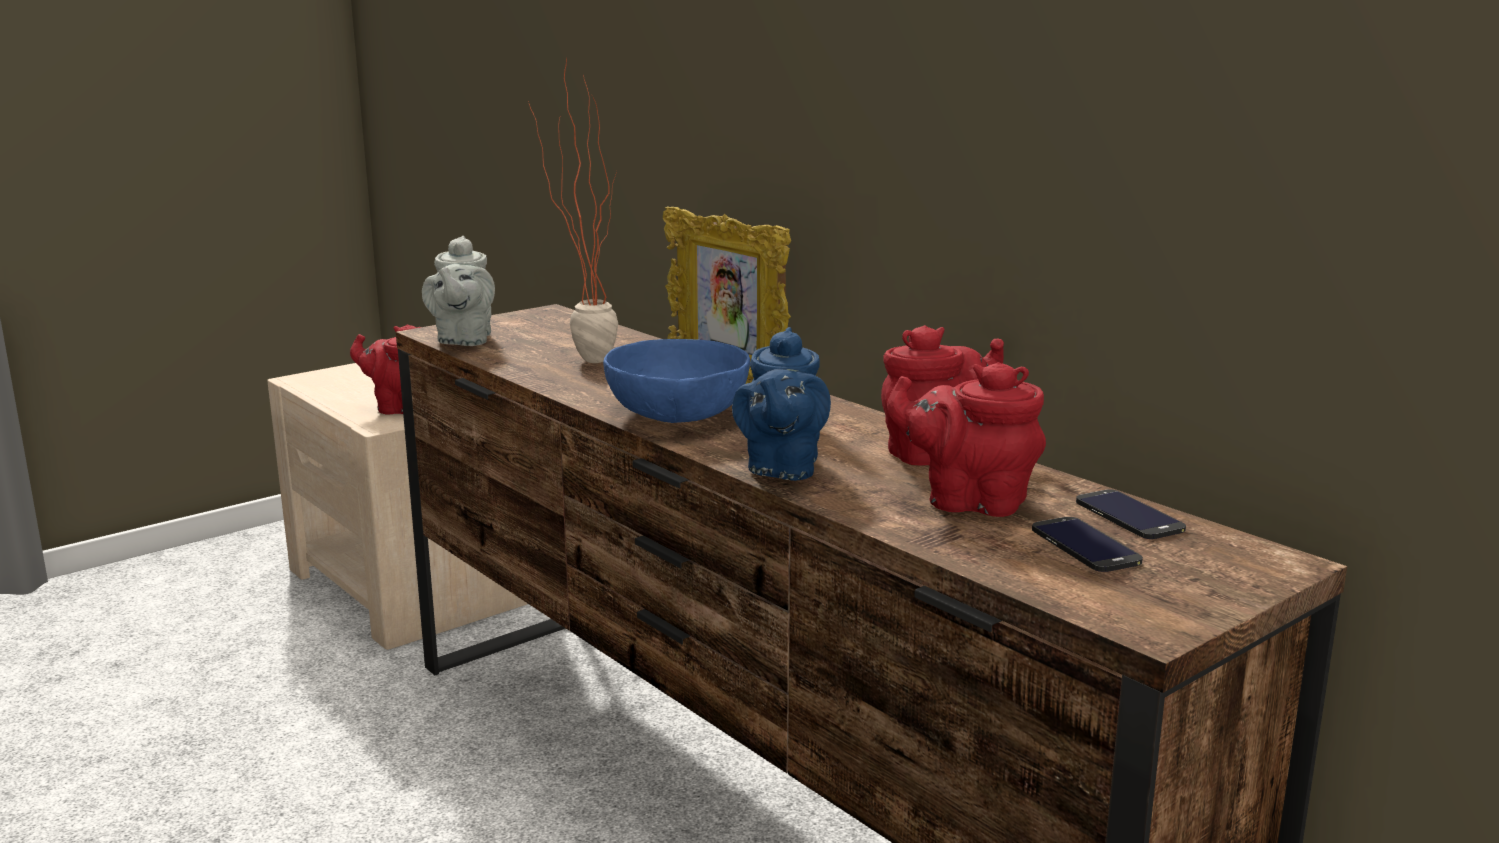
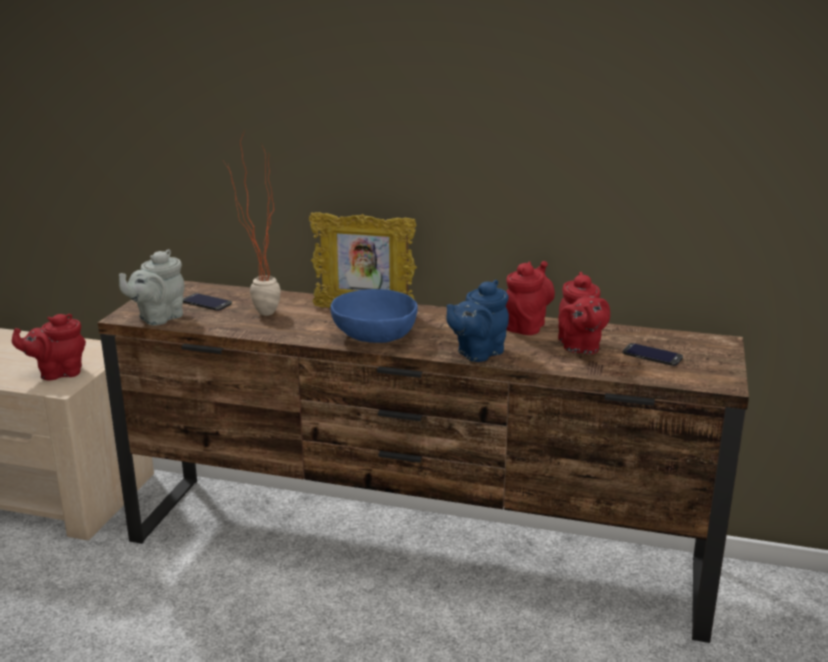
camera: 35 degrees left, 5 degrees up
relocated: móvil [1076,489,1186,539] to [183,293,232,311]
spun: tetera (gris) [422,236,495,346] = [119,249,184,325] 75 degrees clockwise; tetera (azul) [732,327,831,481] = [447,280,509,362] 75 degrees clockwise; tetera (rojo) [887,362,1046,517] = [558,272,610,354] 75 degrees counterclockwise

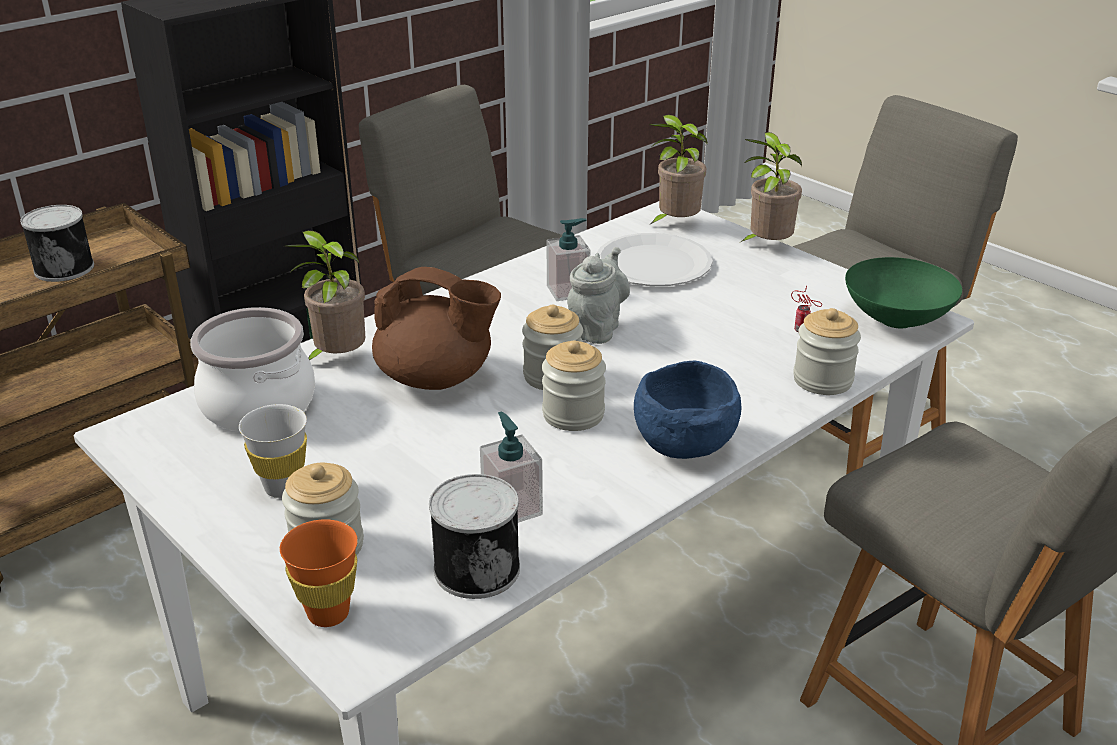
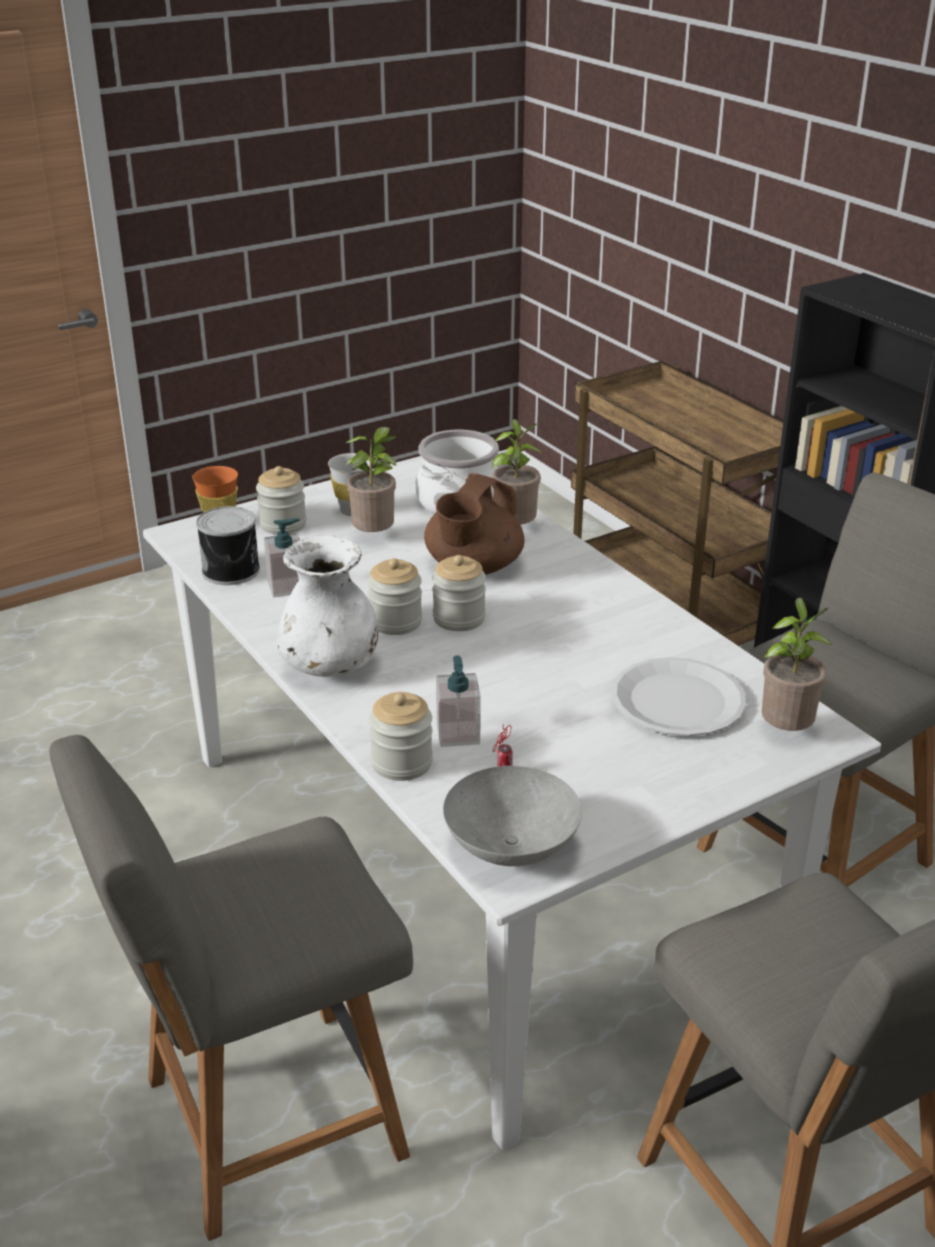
camera: 100 degrees right, 0 degrees up
missing: lata [20,205,94,282]; tetera (gris) [567,247,630,344]
relocated: planta en maceta [741,132,802,242] to [345,427,398,532]; dispensador de jabón [547,218,590,301] to [436,655,481,747]
exchanged: cuenco (azul) [634,360,742,459] to florero (blanco) [276,535,378,677]
colour: cuenco (verde) [845,257,962,328] to cuenco (gris) [443,766,582,866]

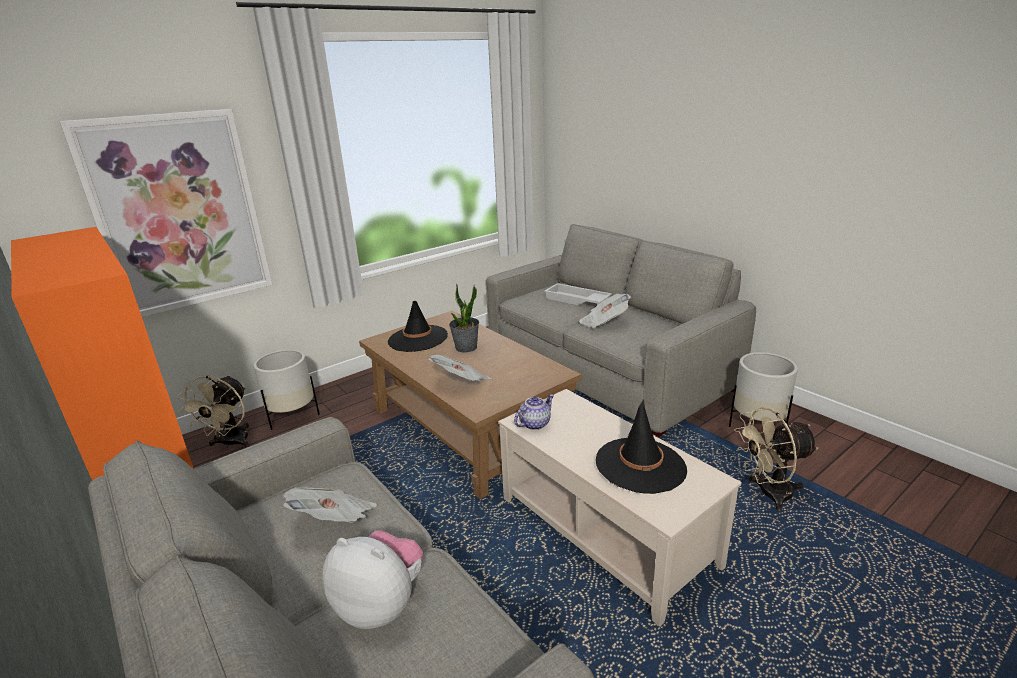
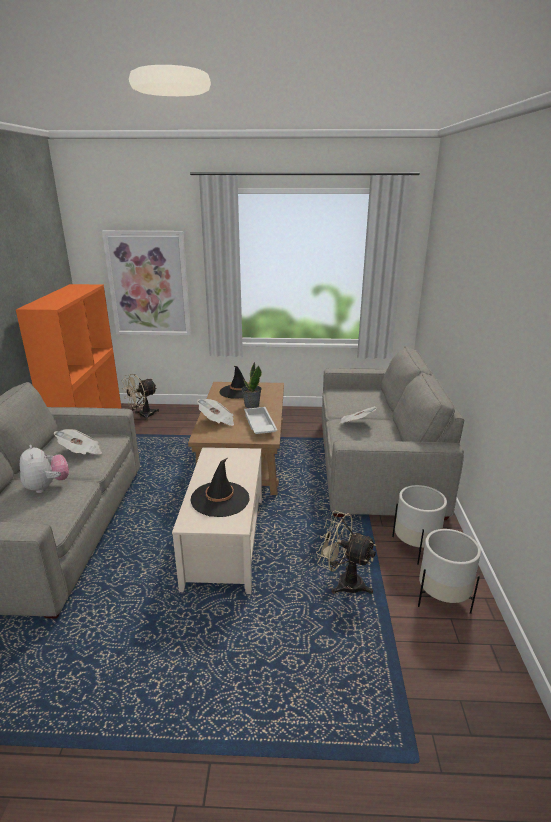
camera: 40 degrees right, 0 degrees up
missing: tetera [514,394,554,430]
relocated: bandeja (blanco) [544,283,612,305] to [244,407,278,434]; maceta (blanco) [253,349,320,430] to [418,529,481,614]

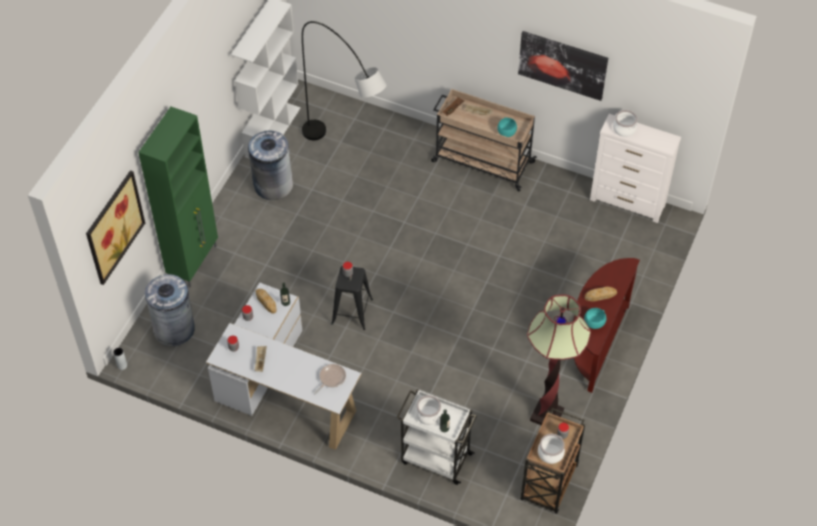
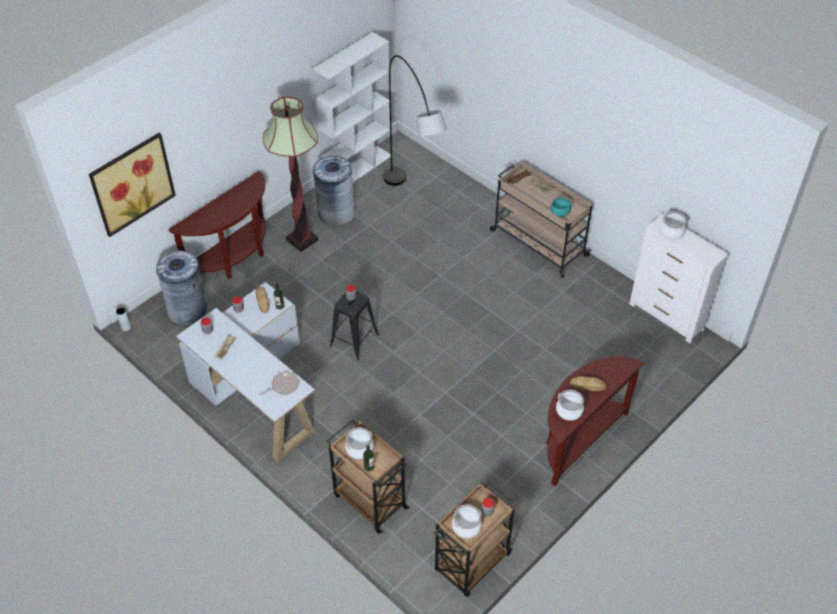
camera: 20 degrees right, 5 degrees down
missing: cuadro [518,31,608,101]
relocated: lámpara de pie [527,294,591,425] to [263,96,318,252]
exchanged: armario (verde) [138,107,218,287] to mesa consola (marrón) [168,171,266,279]; cuenco (turquesa) [584,308,606,329] to olla [556,390,584,420]
colour: carrito (blanco) [397,389,477,485] to carrito (marrón) [327,419,409,534]

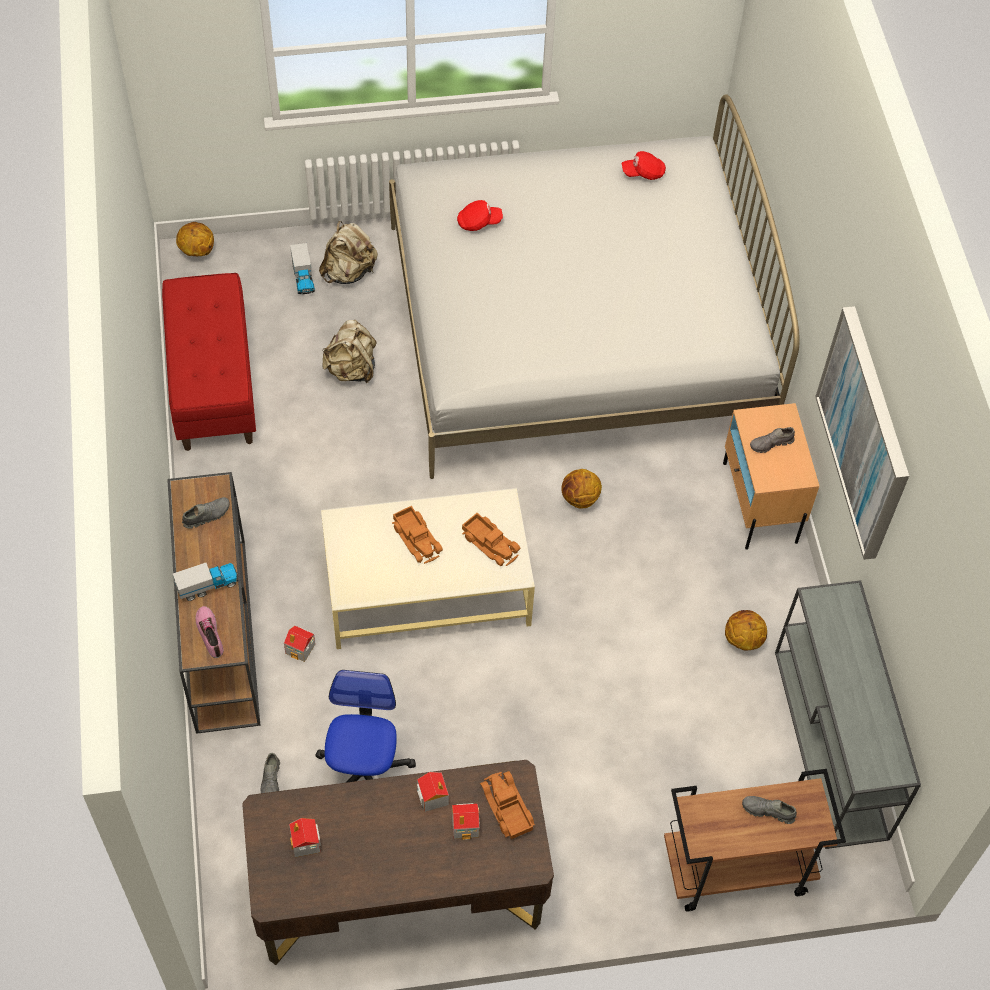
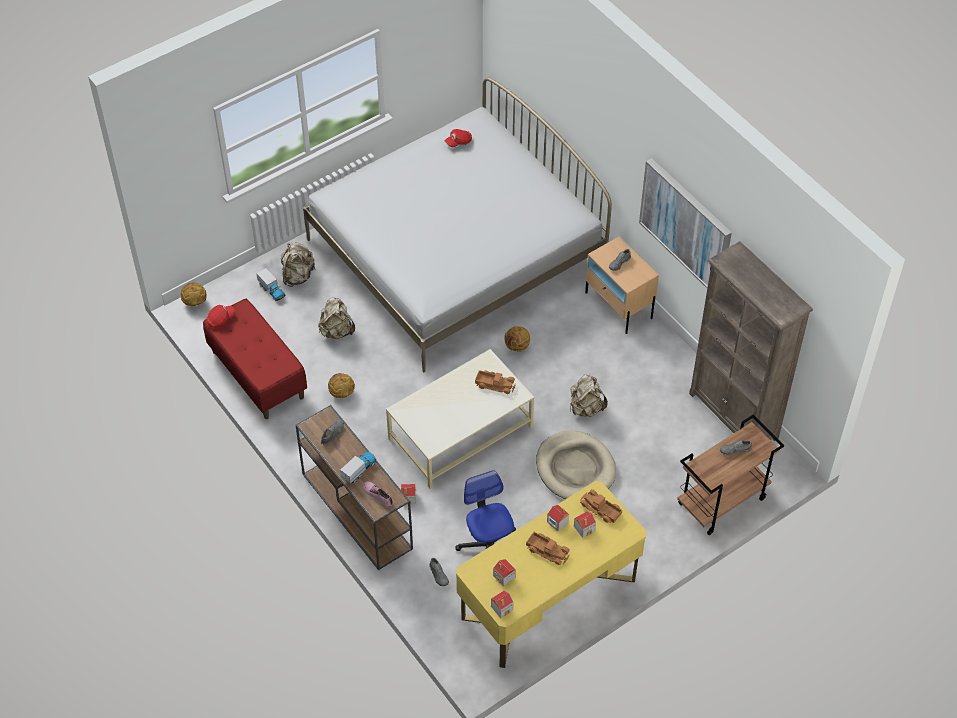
camera: 25 degrees left, 5 degrees down
appeared: casita [491,591,513,618]; cama para perro (beis) [536,431,616,499]; mochila (beis) [570,374,608,417]
relocated: gorra (rojo) [457,200,503,231] to [206,305,236,328]; balón de baloncesto [725,610,767,651] to [328,373,355,398]; camión de juguete [392,506,443,564] to [526,532,570,565]
exchanged: mesa consola (gris) [775,580,921,849] to estantería (marrón) [689,241,813,441]
colour: escritorio (marrón) [242,760,554,965] to escritorio (amarillo) [456,481,646,668]

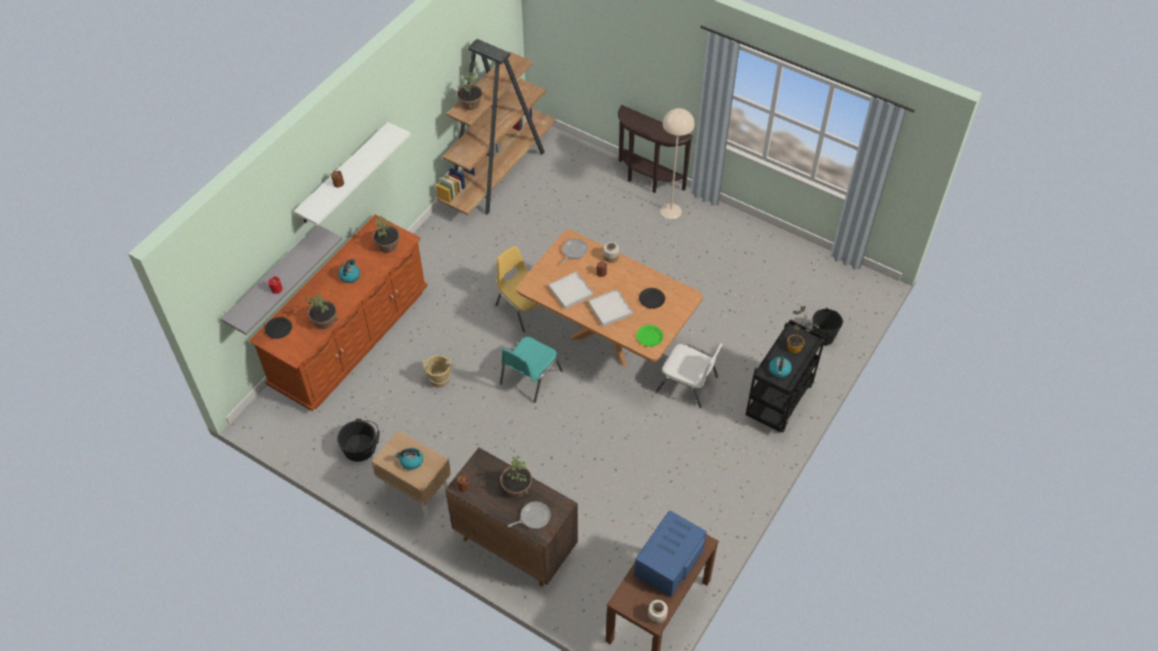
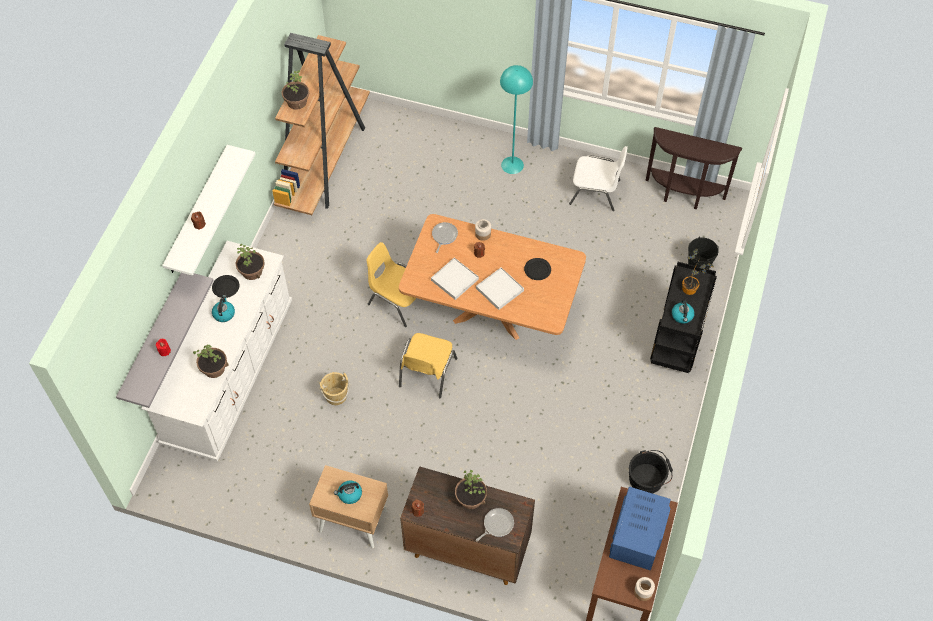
camera: 15 degrees left, 5 degrees up
missing: plato (verde) [636,325,663,347]
relocated: plato (negro) [265,317,292,339] to [212,275,240,298]; silla (blanco) [656,343,723,408] to [569,146,628,211]; cubo (negro) [337,419,380,462] to [629,450,673,493]; mesa consola (marrón) [618,105,693,193] to [646,127,742,209]
colour: cómoda (marrón) [249,215,427,411] to cómoda (blanco) [141,241,292,462]; silla (turquesa) [500,336,563,403] to silla (amarillo) [399,333,457,398]; lámpara de pie (beis) [660,108,695,219] to lámpara de pie (turquesa) [500,65,533,174]

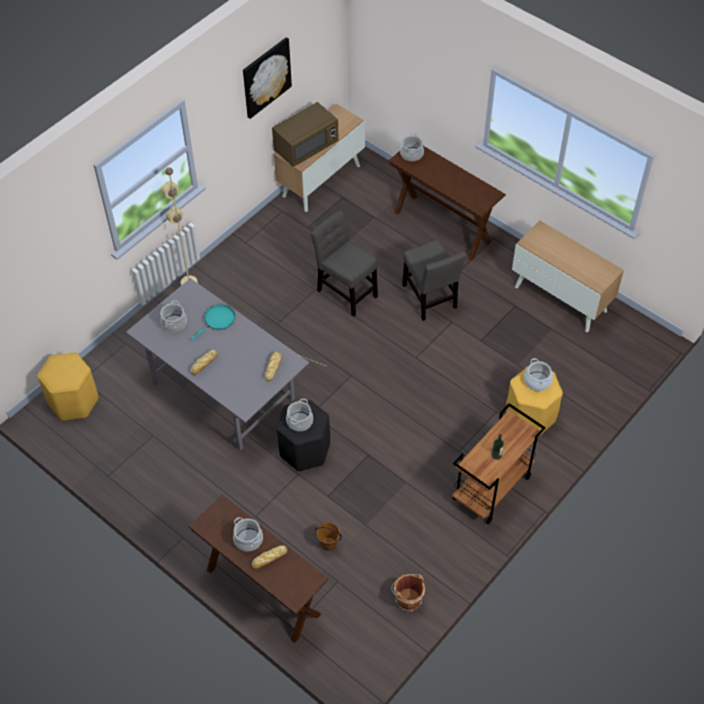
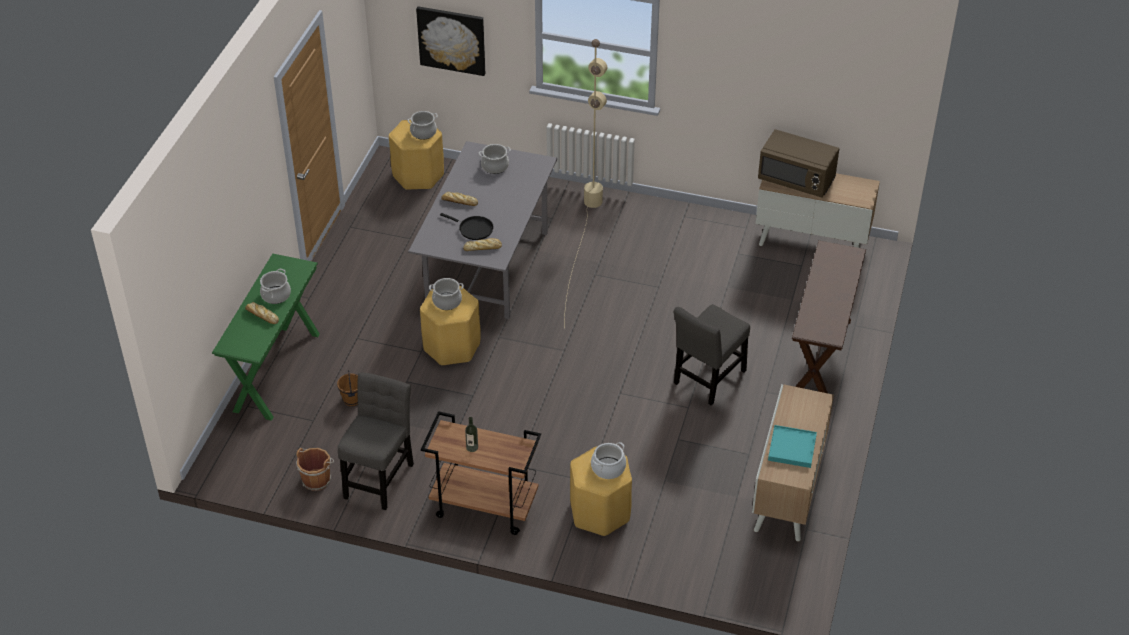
camera: 65 degrees right, 10 degrees down
missing: sartén (turquesa) [191,304,235,341]
appeared: sartén (negro) [440,213,493,240]; bandeja (turquesa) [768,425,817,468]
relocated: silla (gris) [311,210,378,317] to [338,372,414,510]; olla [400,133,424,162] to [407,111,438,140]; cuadro [243,37,292,119] to [416,6,485,76]
colour: mesa consola (marrón) [188,495,329,643] to mesa consola (verde) [212,254,320,421]; taburete (negro) [277,400,330,471] to taburete (amarillo) [420,286,481,365]

